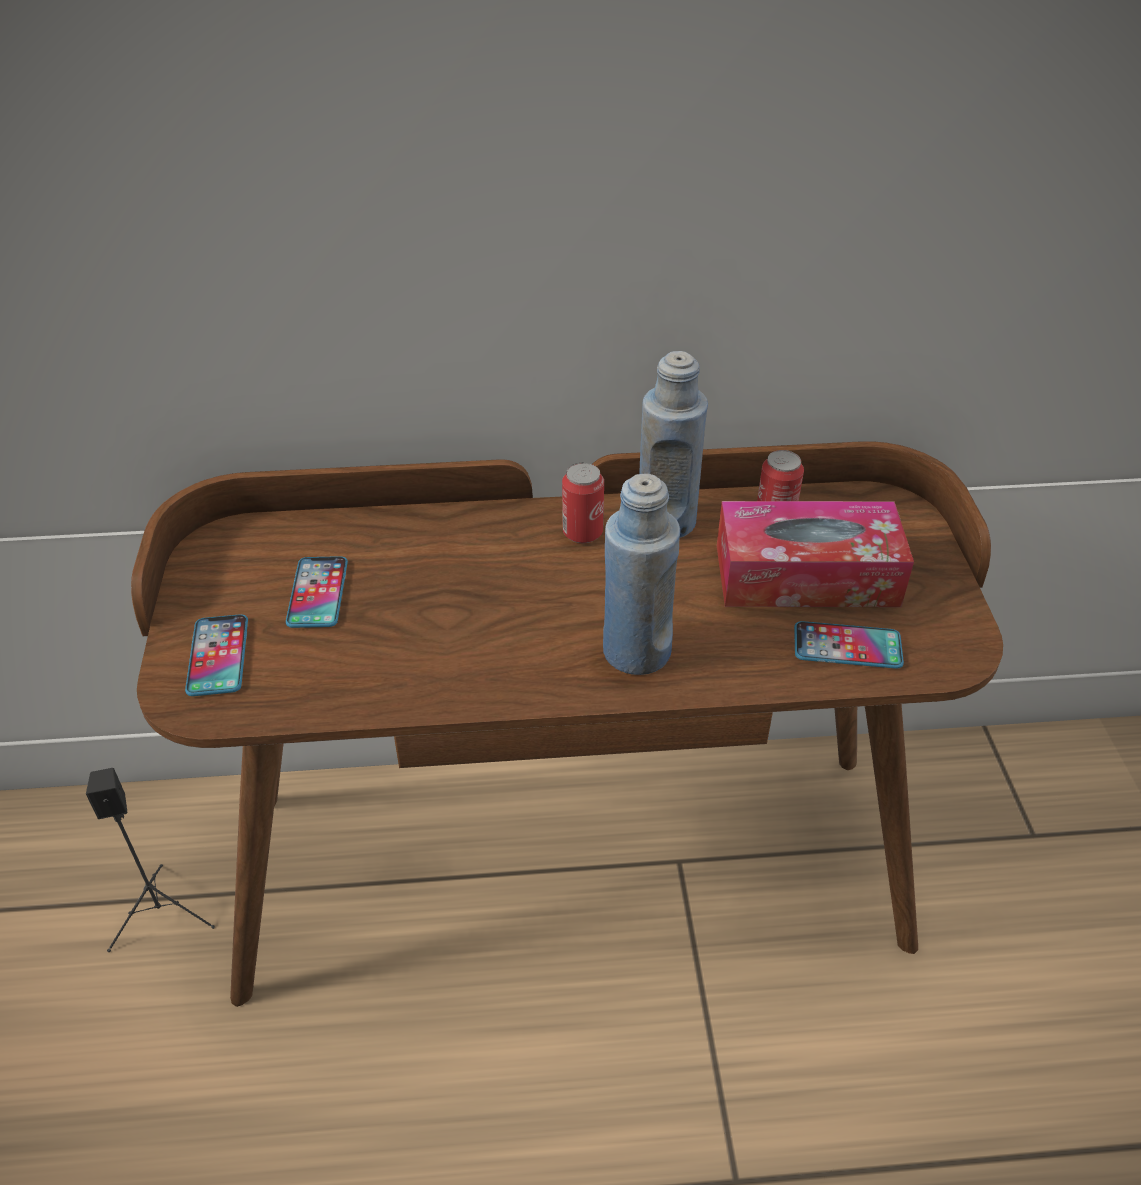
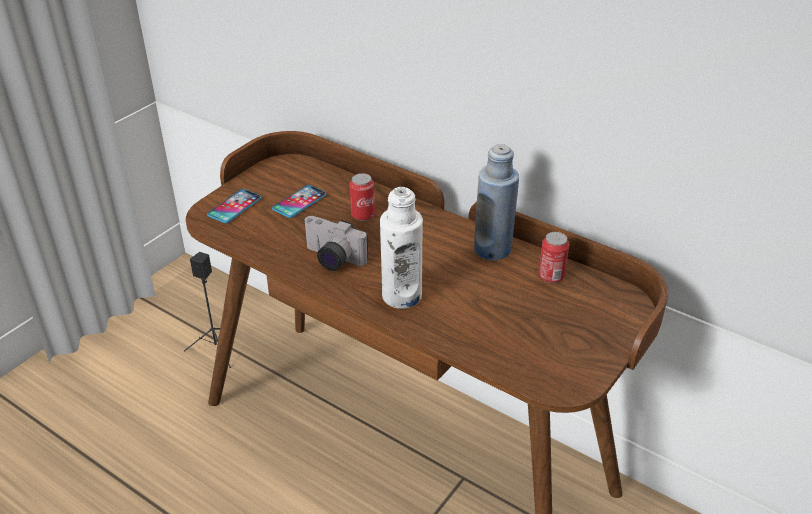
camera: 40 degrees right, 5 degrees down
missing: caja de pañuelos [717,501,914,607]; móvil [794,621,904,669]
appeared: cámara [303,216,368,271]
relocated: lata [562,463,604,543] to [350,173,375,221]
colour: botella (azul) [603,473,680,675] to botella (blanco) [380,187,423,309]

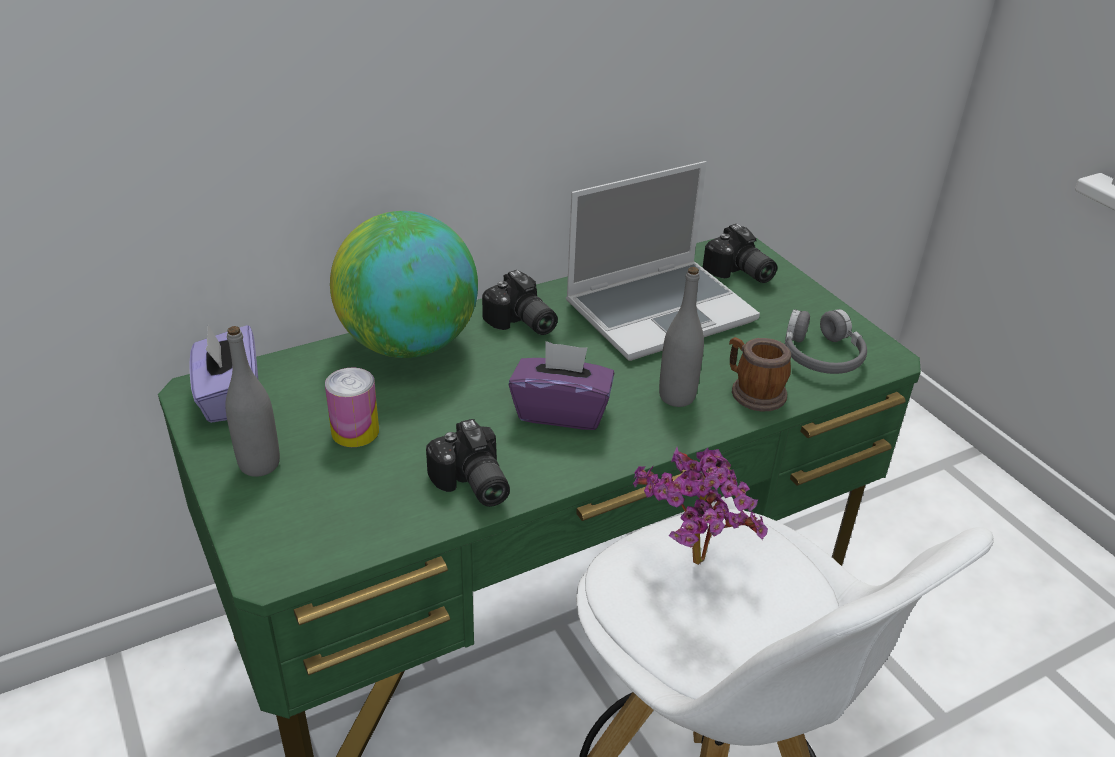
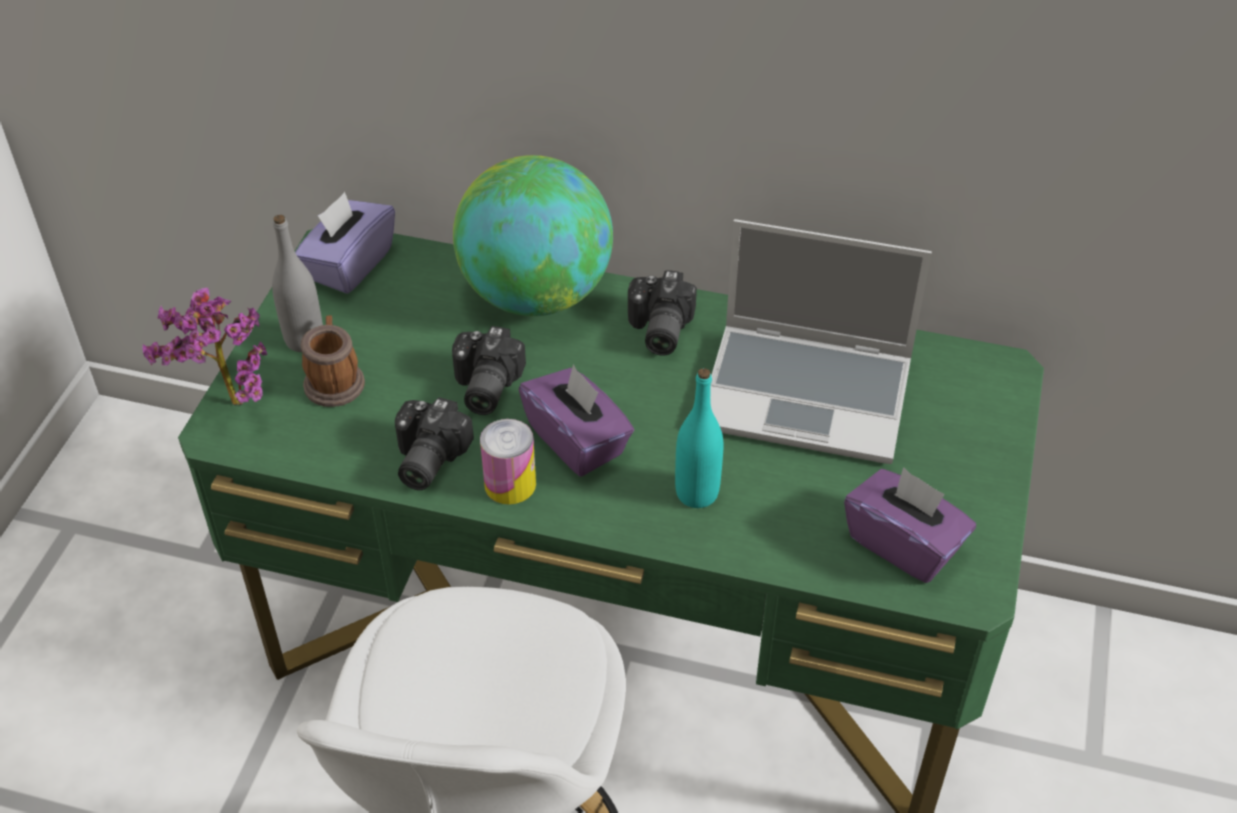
camera: 45 degrees right, 10 degrees up
relocated: planta en maceta [632,447,768,565] to [143,288,267,406]; taza grande [729,337,791,411] to [301,315,365,407]; cámara [703,224,777,283] to [452,326,526,415]; lata [325,367,379,447] to [480,419,536,505]
exchanged: auriculares (gris) [785,309,867,374] to caja de pañuelos (morado) [844,467,976,583]
colour: botella (gris) [659,267,704,407] to botella (turquesa) [675,368,723,508]

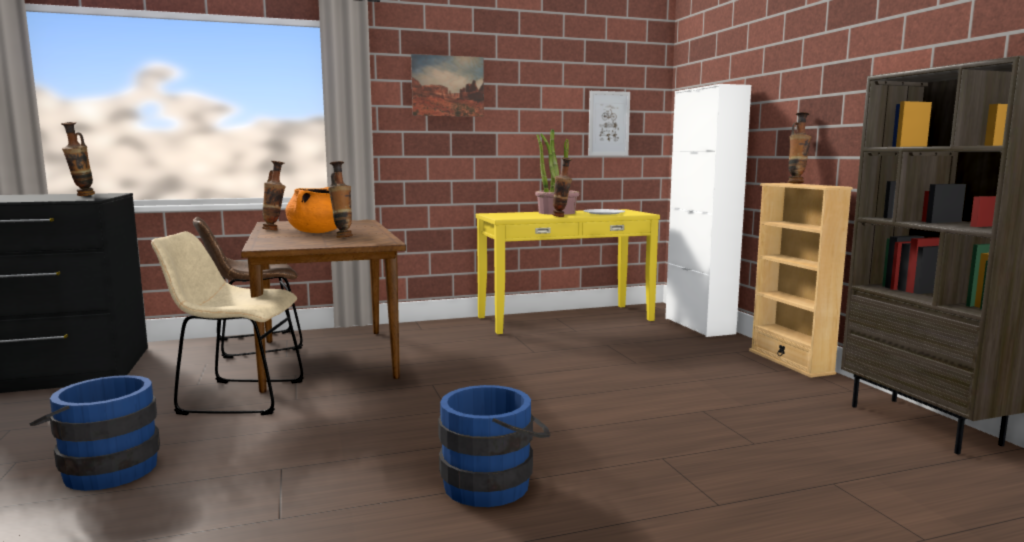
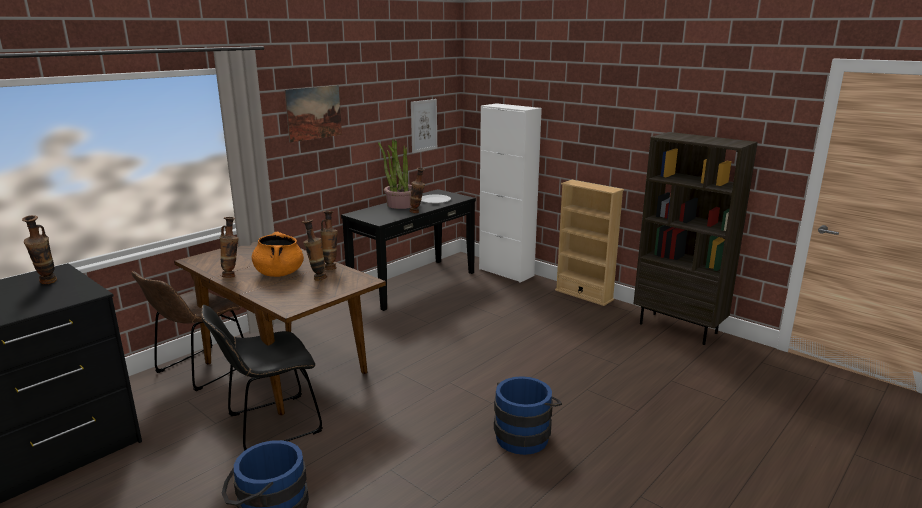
camera: 30 degrees left, 10 degrees up
relocated: florero [788,112,812,184] to [320,211,338,270]
colour: silla (beis) [151,231,304,415] to silla (negro) [201,305,323,451]; mesa consola (amarillo) [476,209,660,334] to mesa consola (negro) [341,189,476,311]

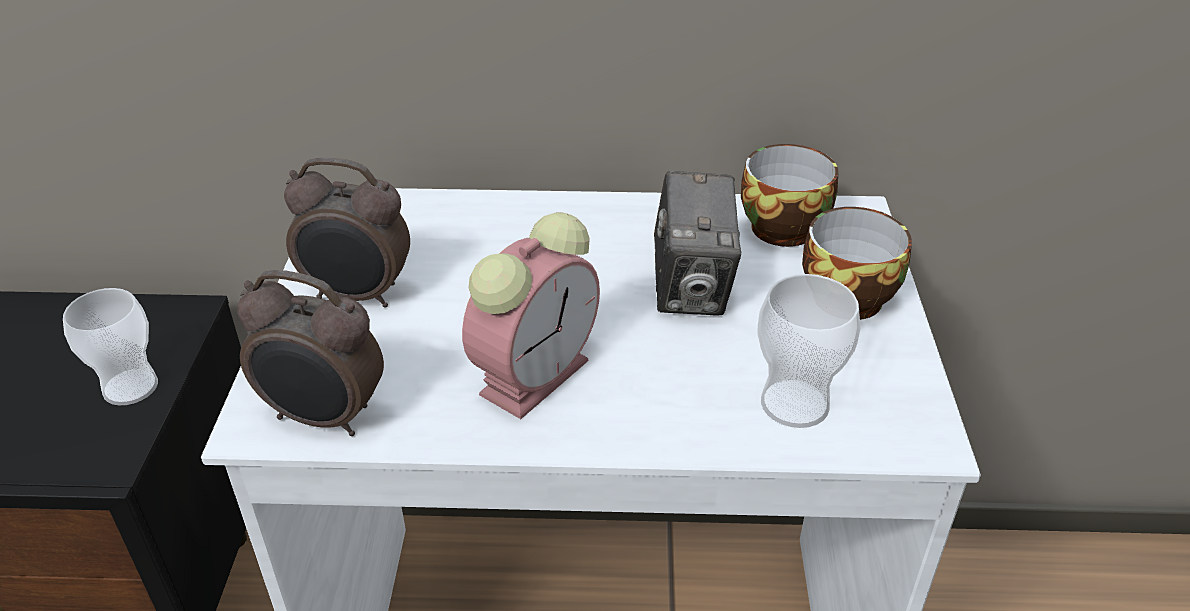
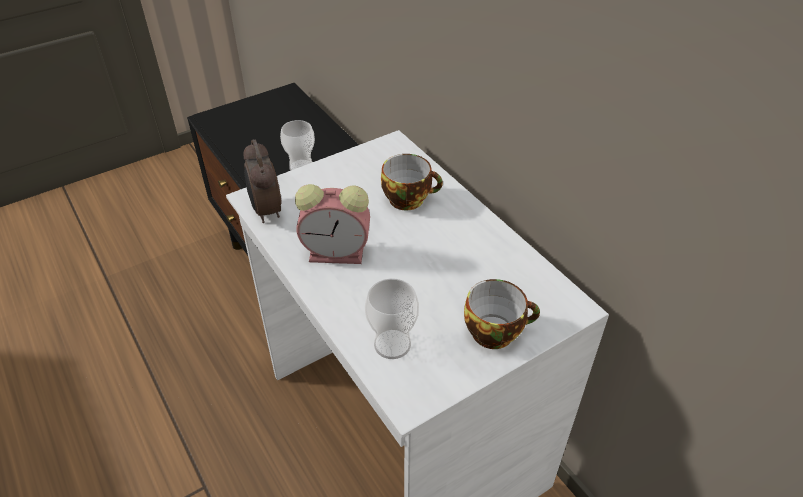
camera: 55 degrees right, 5 degrees up
missing: despertador [284,157,410,308]; cámara [654,171,741,316]
relocated: taza [741,144,838,247] to [381,154,443,210]

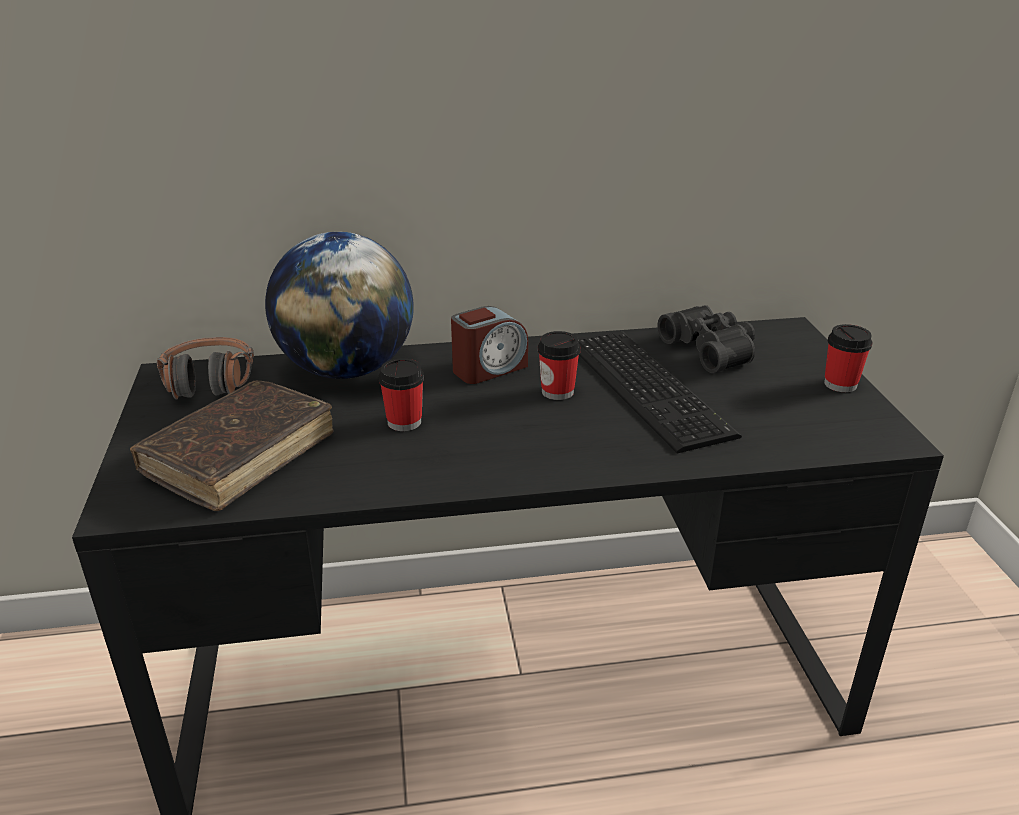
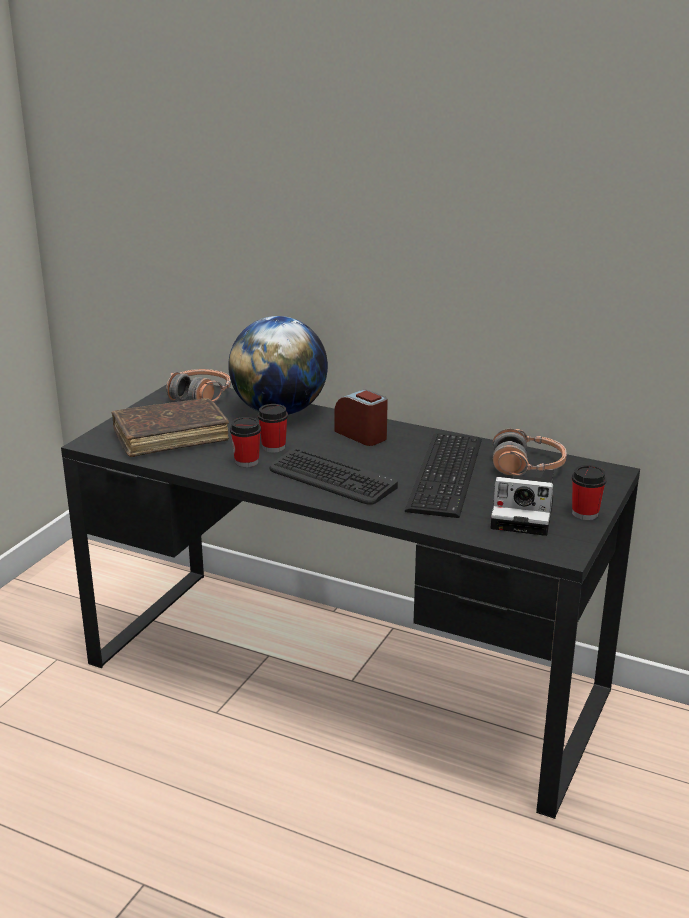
camera: 35 degrees right, 5 degrees down
appeared: teclado [269,448,398,505]; cámara [491,469,554,536]
relocated: taza [538,331,581,400] to [230,417,261,467]
exchanged: prismáticos (negro) [657,305,755,373] to auriculares [492,429,567,476]
spun: despertador [451,306,528,384] = [334,390,388,446] 135 degrees counterclockwise

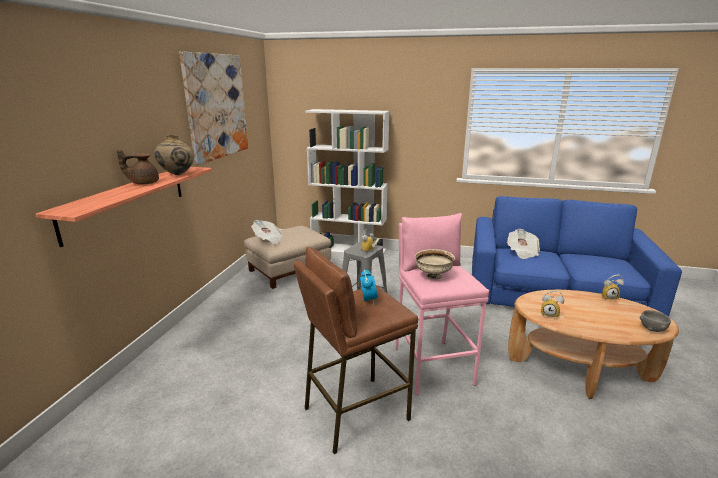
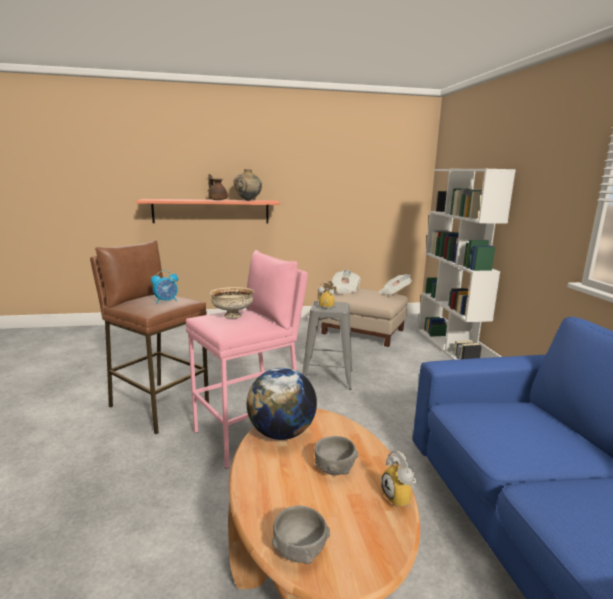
camera: 65 degrees right, 5 degrees down
missing: cuadro [179,52,248,165]
appeared: cuenco (gris) [315,436,358,475]
relocated: periódico [507,229,540,259] to [379,274,412,295]
exchanged: despertador [541,290,564,317] to globo terráqueo [247,368,317,440]

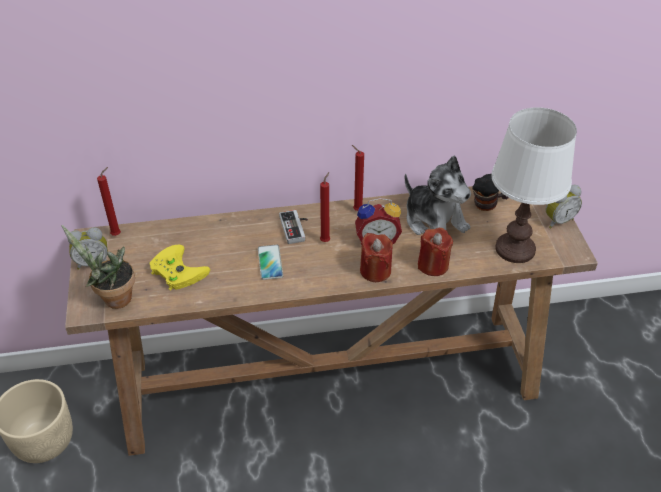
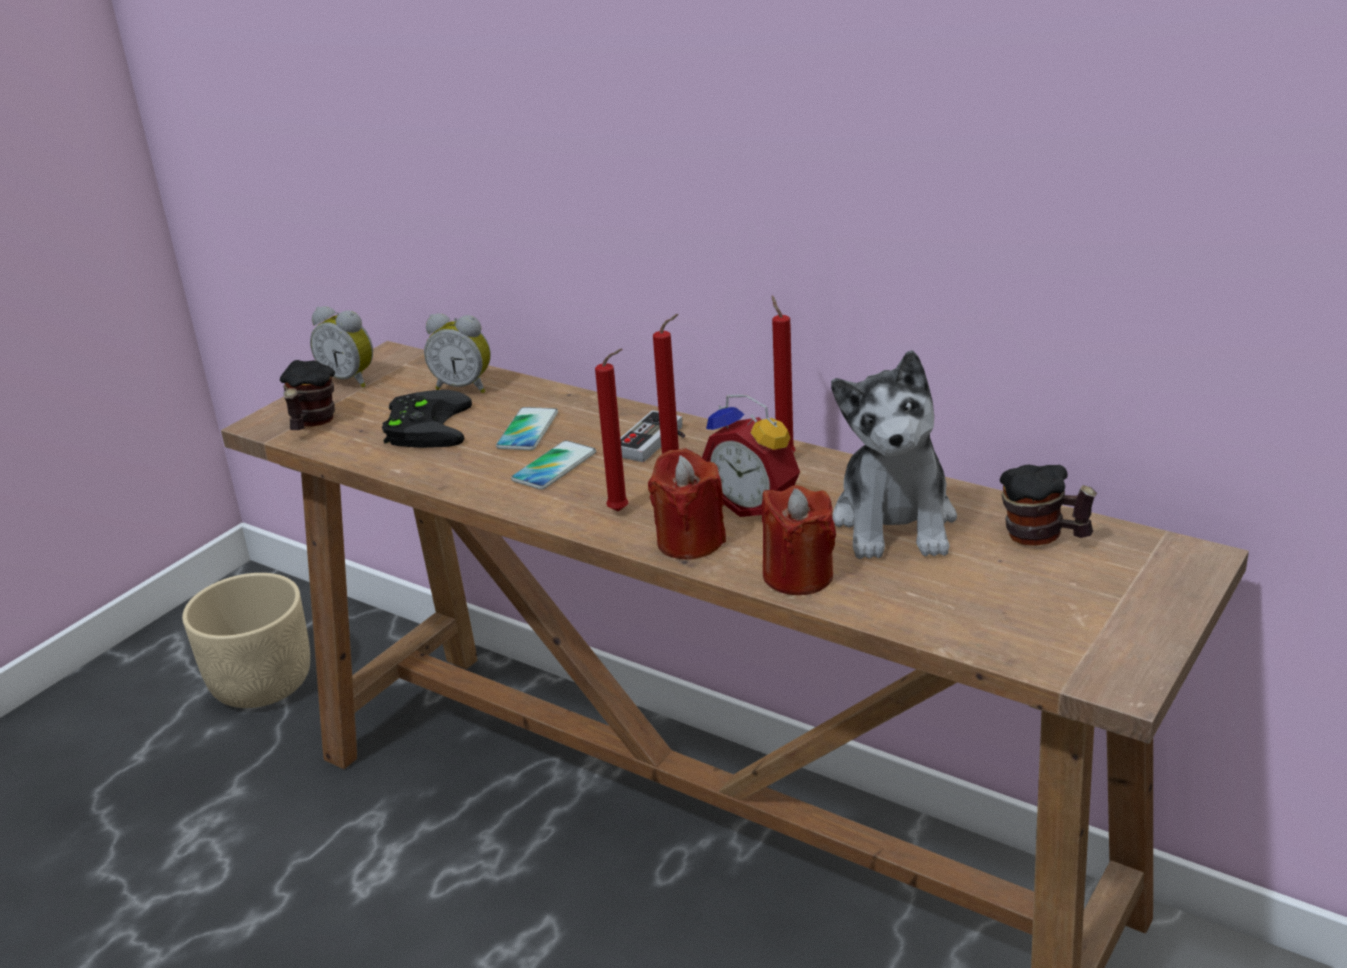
camera: 45 degrees right, 15 degrees down
missing: lámpara de mesa (blanco) [491,107,577,263]
appeared: móvil [496,407,558,450]
relocated: despertador [546,185,582,228] to [424,313,491,393]; vela (rojo) [97,167,121,236] to [595,349,628,511]
exchanged: planta en maceta [62,225,135,309] to taza grande [280,360,335,430]
colour: mando de consola (amarillo) [149,245,210,291] to mando de consola (negro) [382,390,472,448]

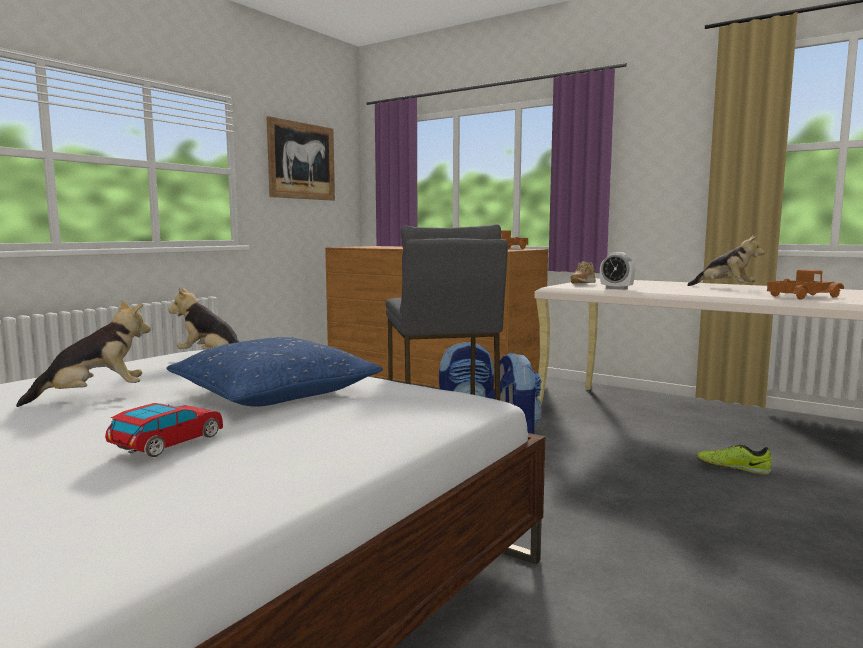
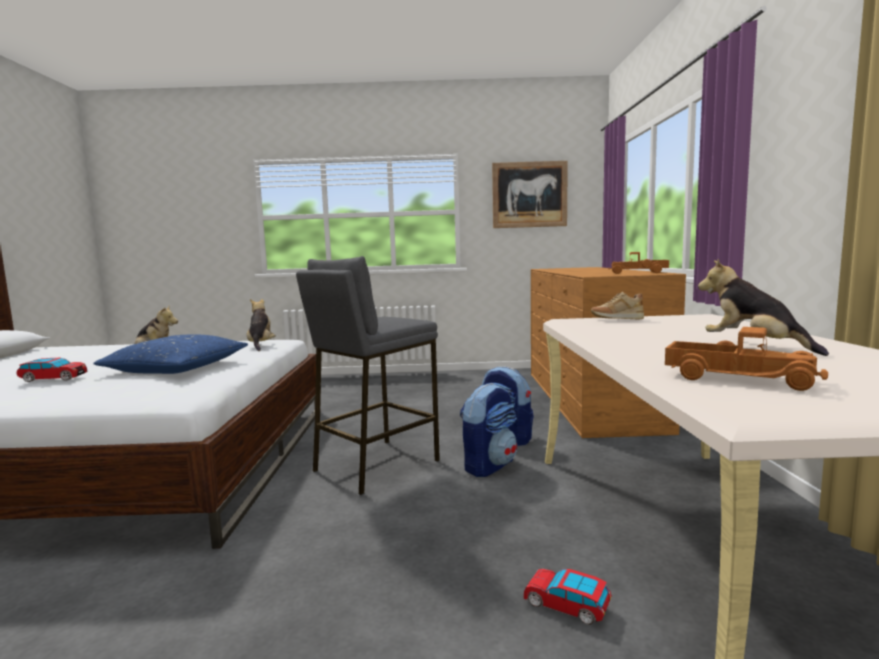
camera: 55 degrees right, 0 degrees up
missing: despertador [600,252,635,290]
exchanged: zapato [696,445,772,475] to coche de juguete [524,569,612,625]
spun: peluche [687,234,765,286] = [698,259,829,356] 135 degrees clockwise

